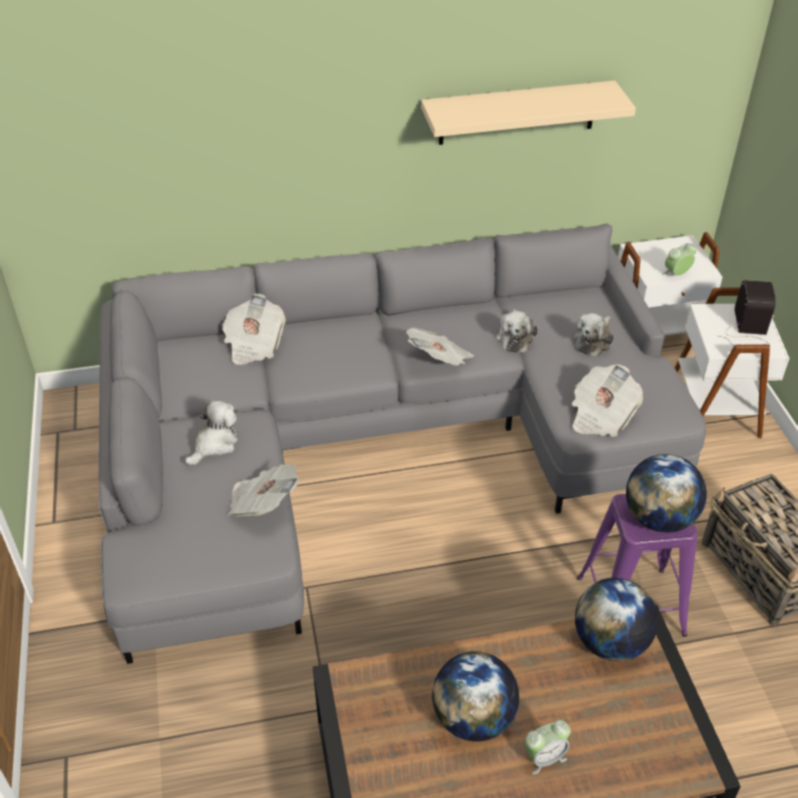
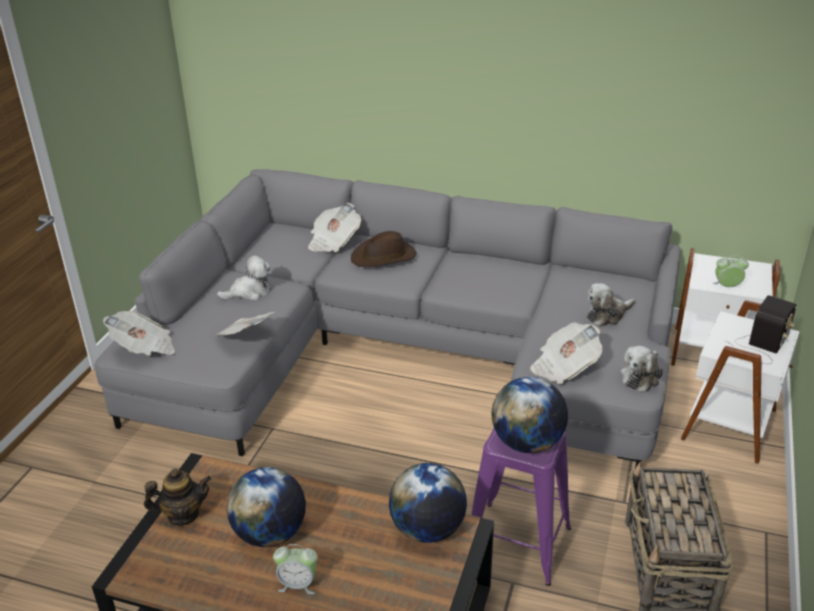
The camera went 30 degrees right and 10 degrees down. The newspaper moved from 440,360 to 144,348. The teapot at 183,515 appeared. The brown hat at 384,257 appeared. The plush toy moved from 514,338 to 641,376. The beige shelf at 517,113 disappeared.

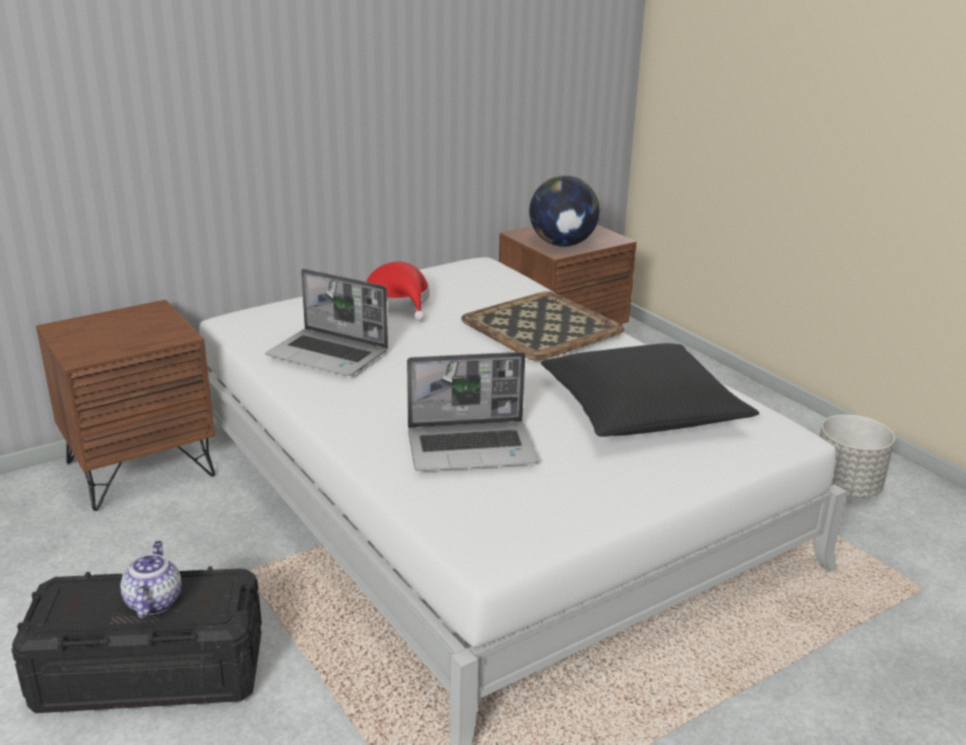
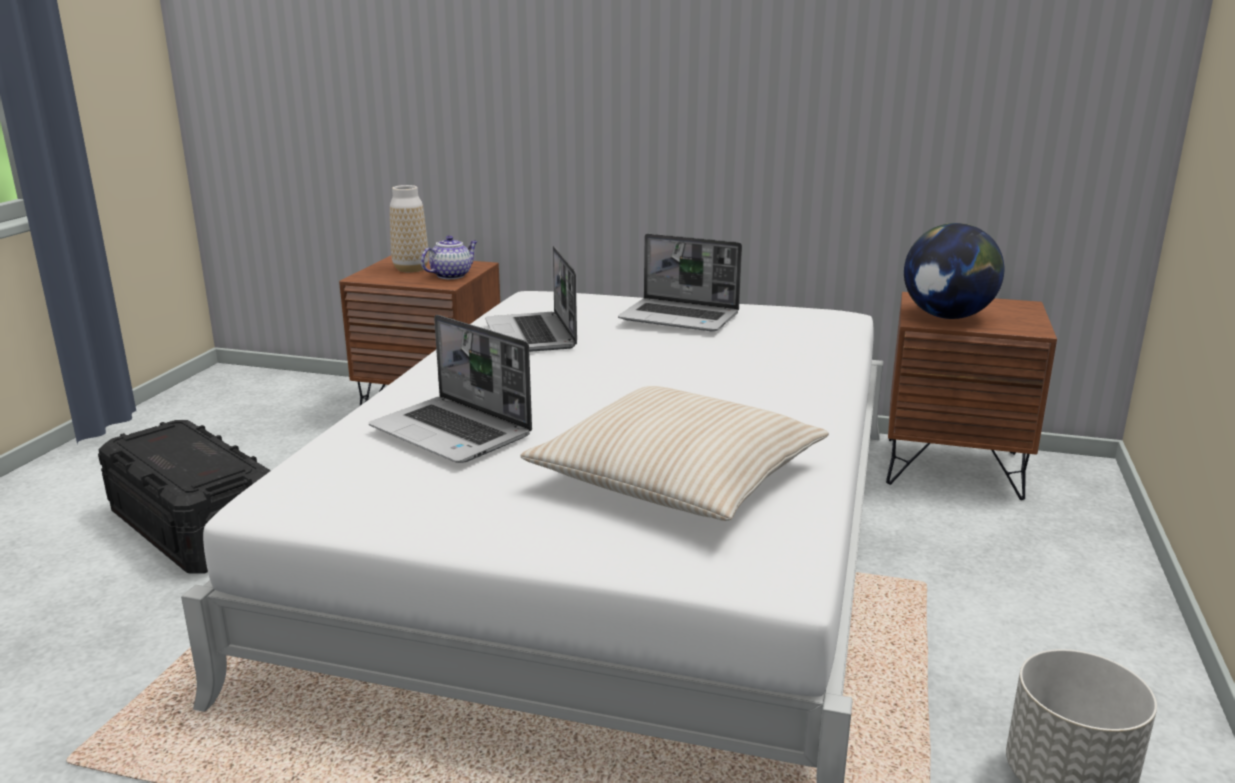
The camera went 50 degrees right and 5 degrees down. The vase at 411,269 appeared. The teapot moved from 153,601 to 451,275. The black pillow at 641,409 became the beige pillow at 677,477. The red hat at 399,300 was replaced by the laptop at 680,317. The tray at 542,325 disappeared.

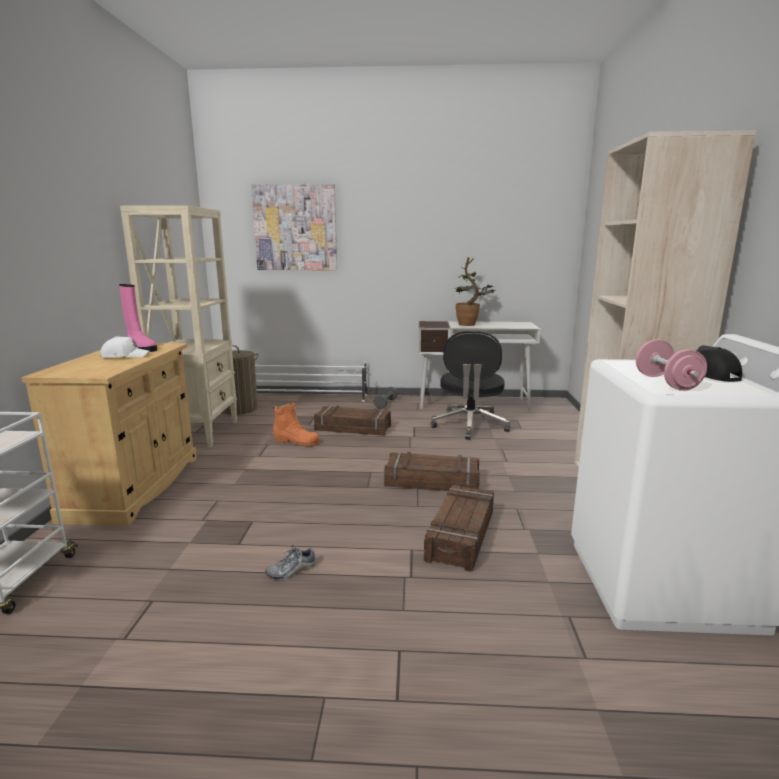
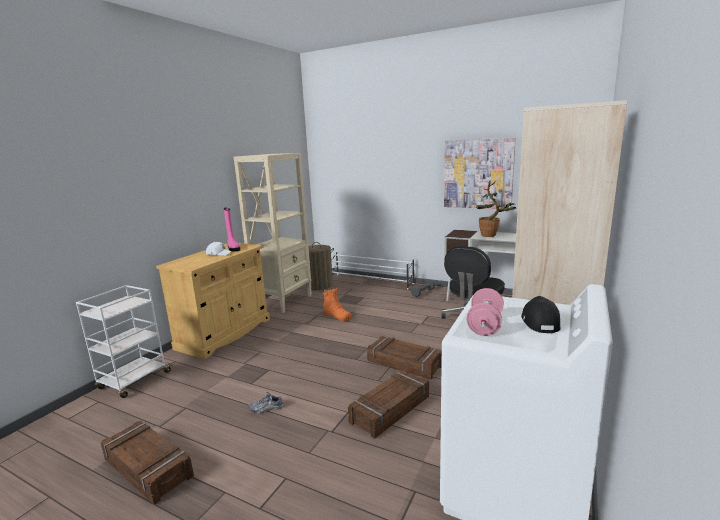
The camera went 25 degrees right and 0 degrees up. The crate moved from 353,428 to 147,468. The picture moved from 295,228 to 478,174.

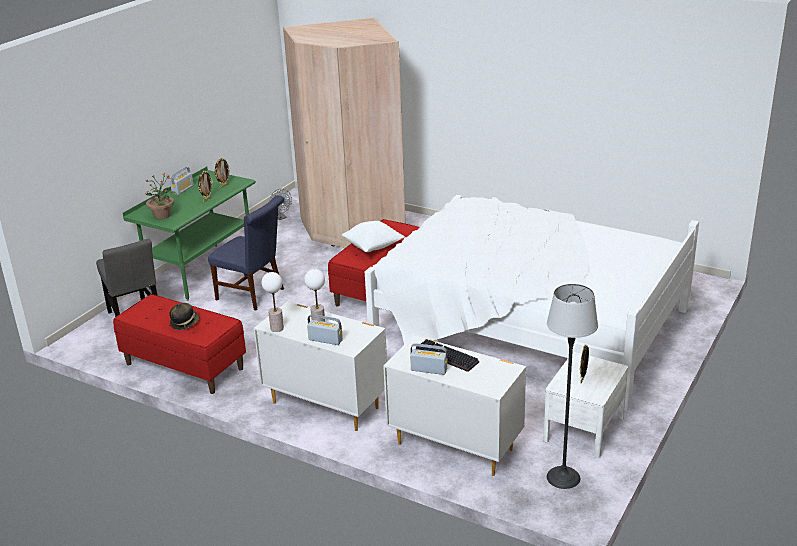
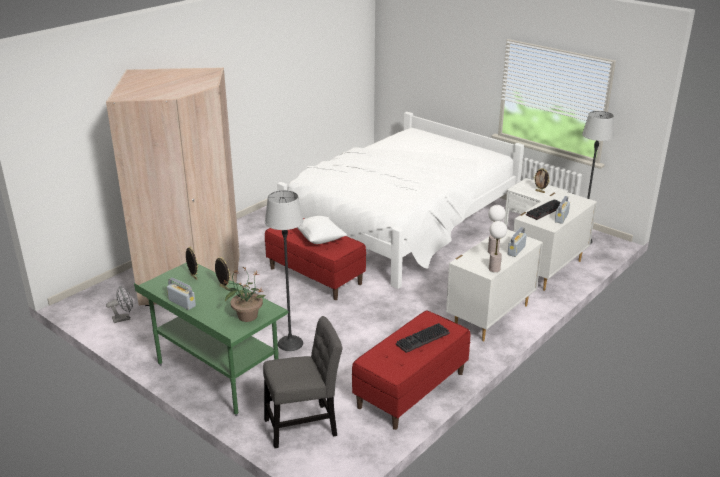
The camera went 80 degrees left and 0 degrees up. The blue chair at 254,294 was replaced by the floor lamp at 290,343. The hat at 185,323 was replaced by the keyboard at 422,340.

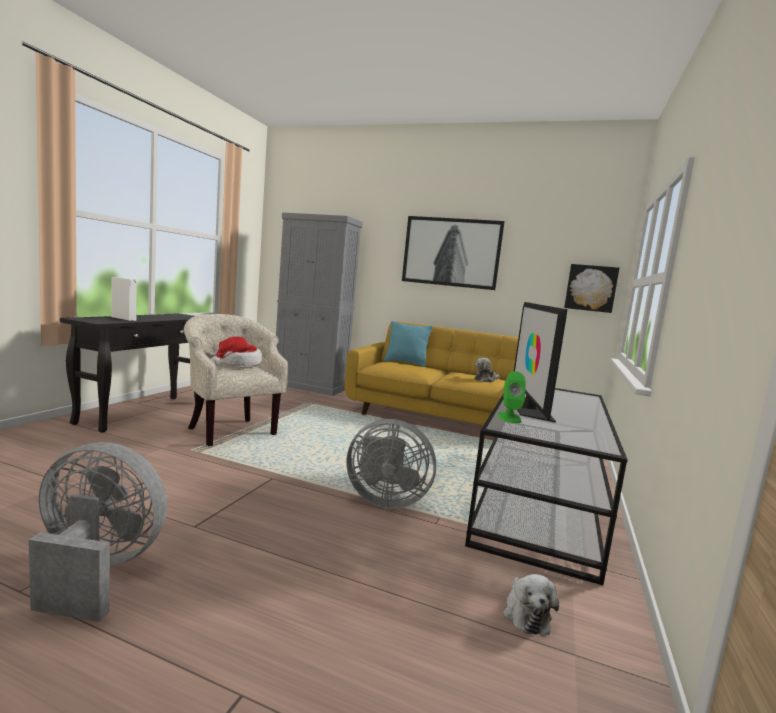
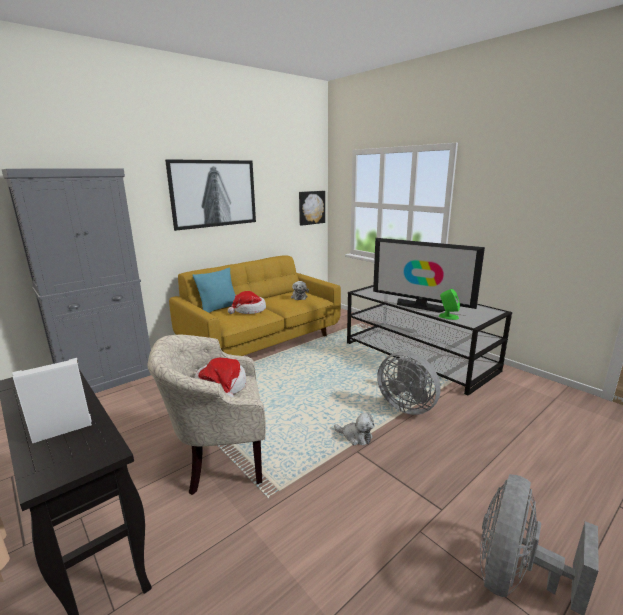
The camera went 60 degrees left and 10 degrees up. The hat at 249,310 appeared. The plush toy moved from 526,614 to 355,436. The grey fan at 385,500 turned 90 degrees clockwise.

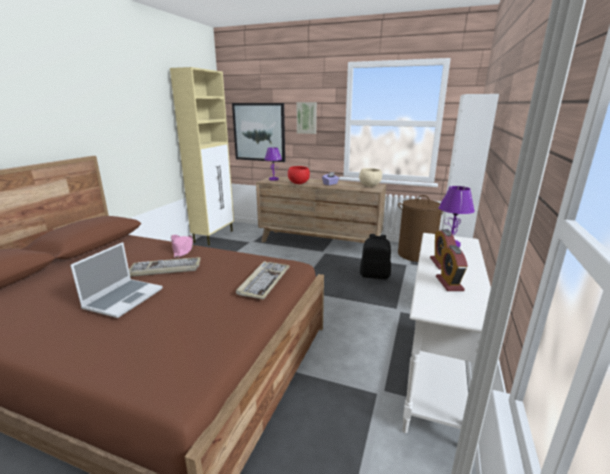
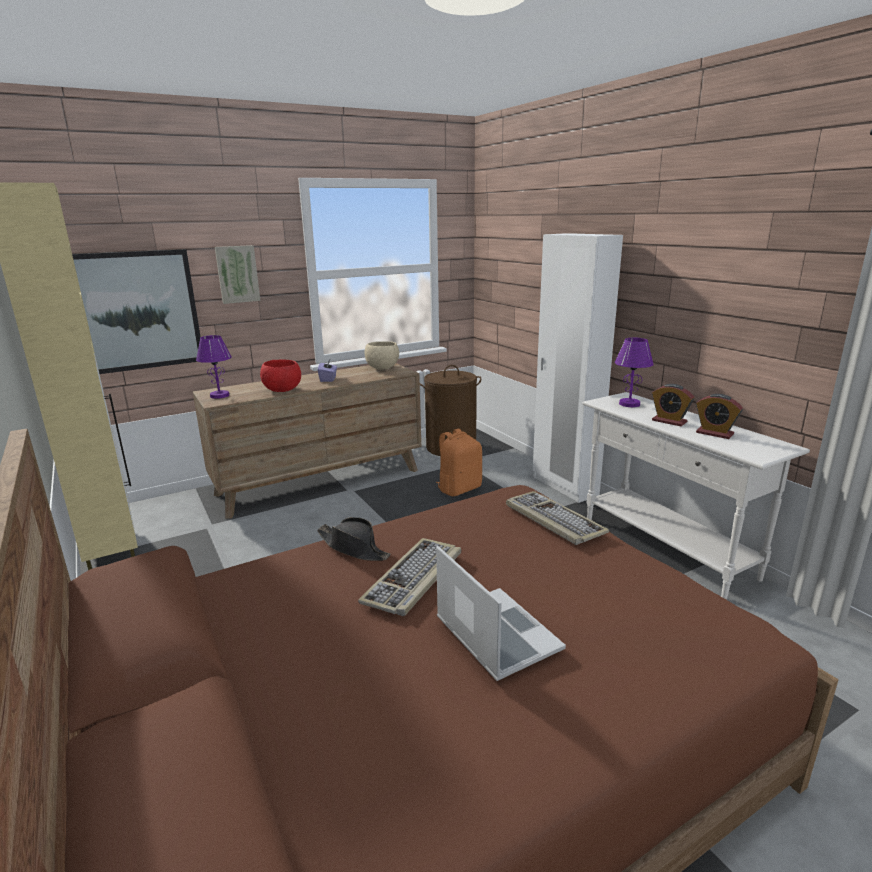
The camera went 50 degrees left and 0 degrees up. The pink hat at 183,250 became the black hat at 353,548. The black backpack at 375,275 became the orange backpack at 459,489.

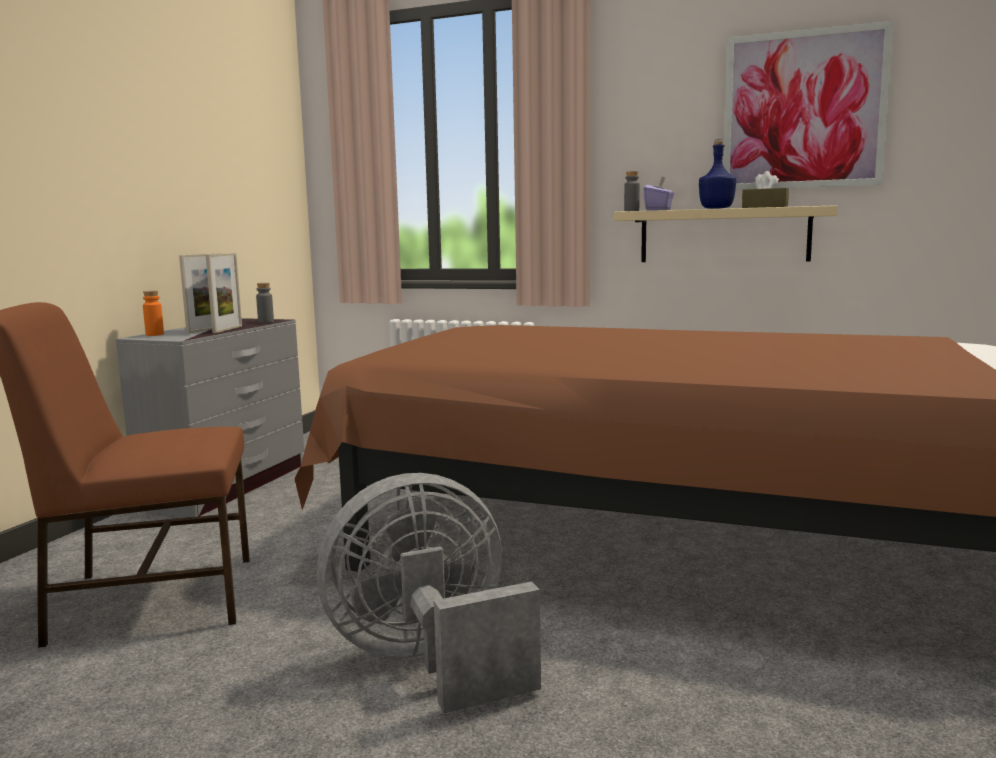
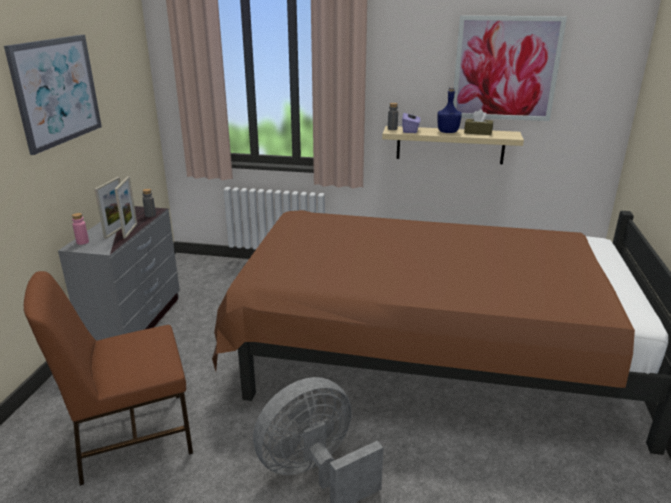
The camera went 10 degrees left and 15 degrees up. The picture at 57,91 appeared. The orange bottle at 155,334 became the pink bottle at 82,242.

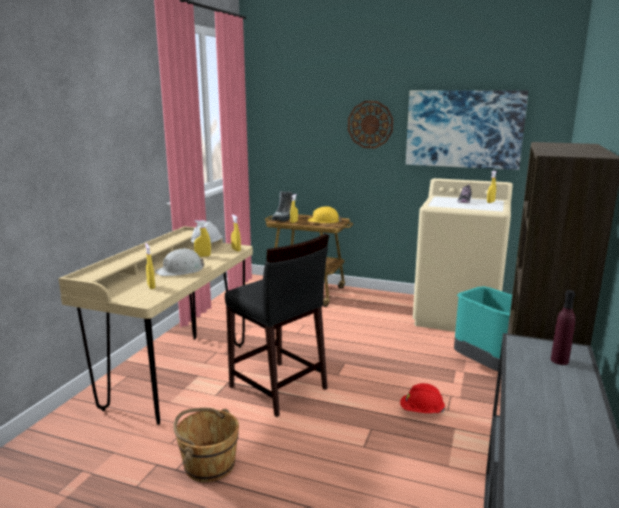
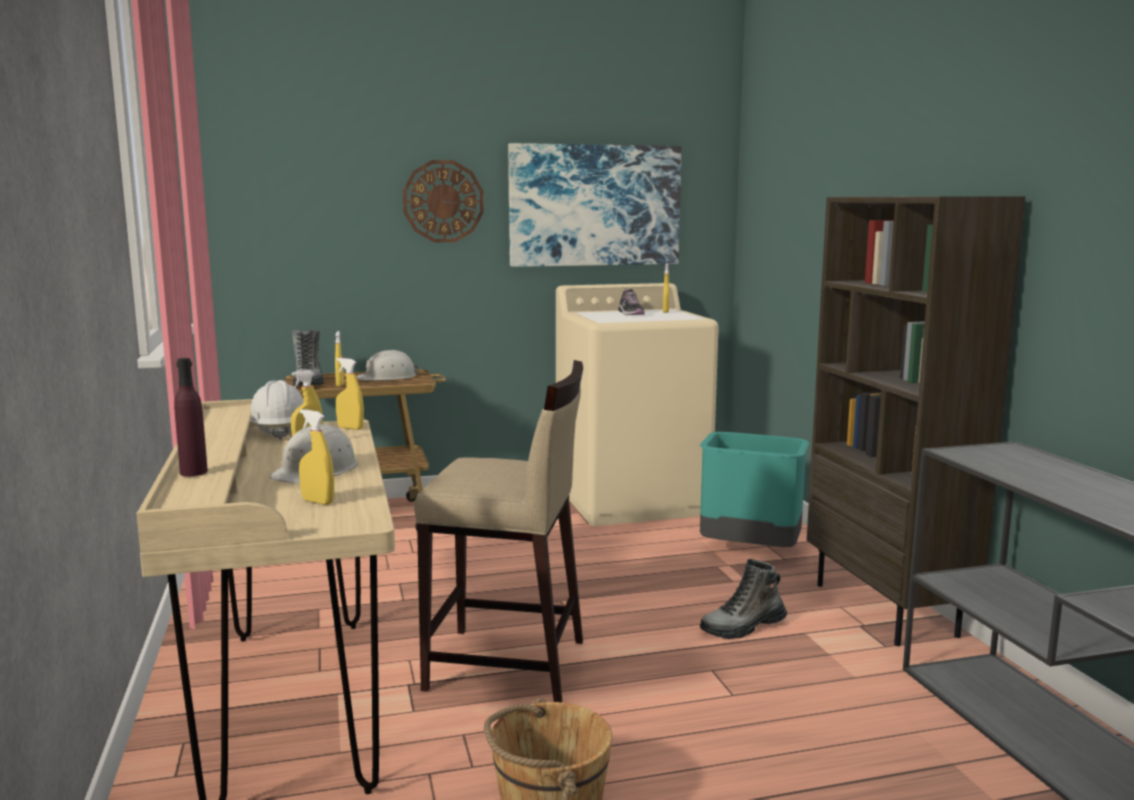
The camera went 35 degrees left and 5 degrees down. The purple bottle moved from 559,360 to 193,472. The yellow hard hat at 324,221 became the white hard hat at 388,377. The black stool at 278,388 became the beige stool at 507,665. The red hard hat at 421,411 was replaced by the boot at 743,627.

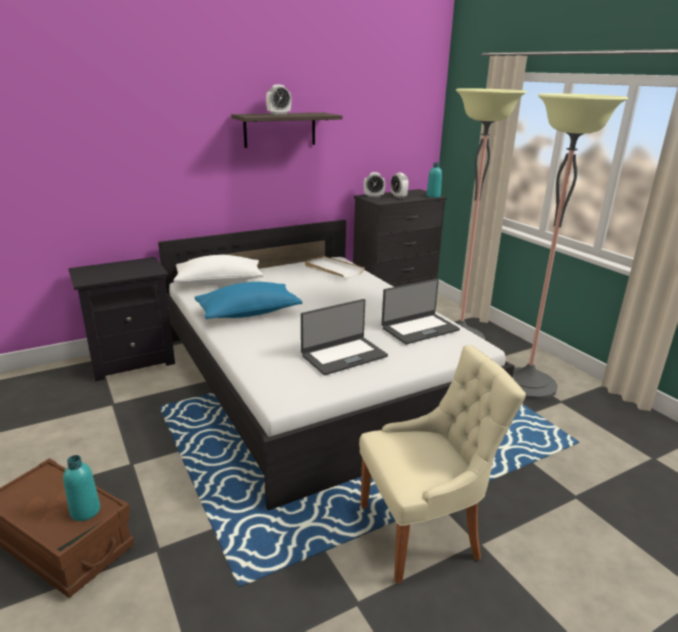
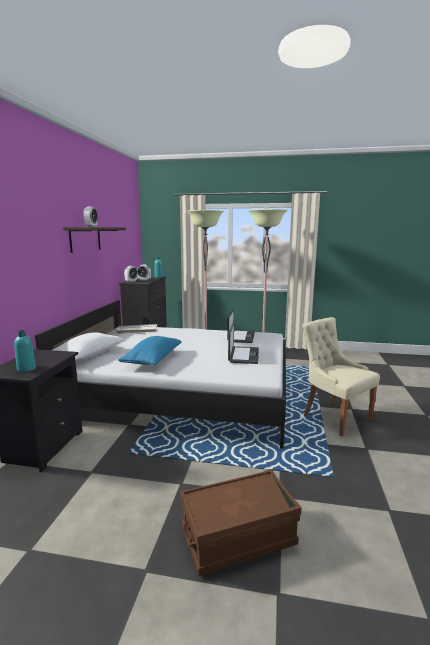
The camera went 50 degrees left and 10 degrees down. The turquoise bottle moved from 85,511 to 26,369. The beige chair at 423,531 turned 60 degrees counterclockwise.

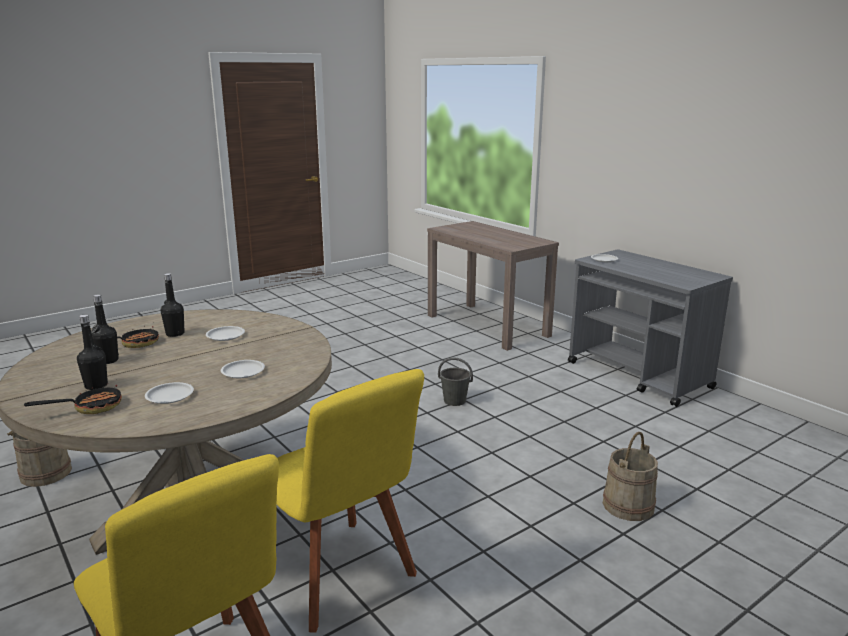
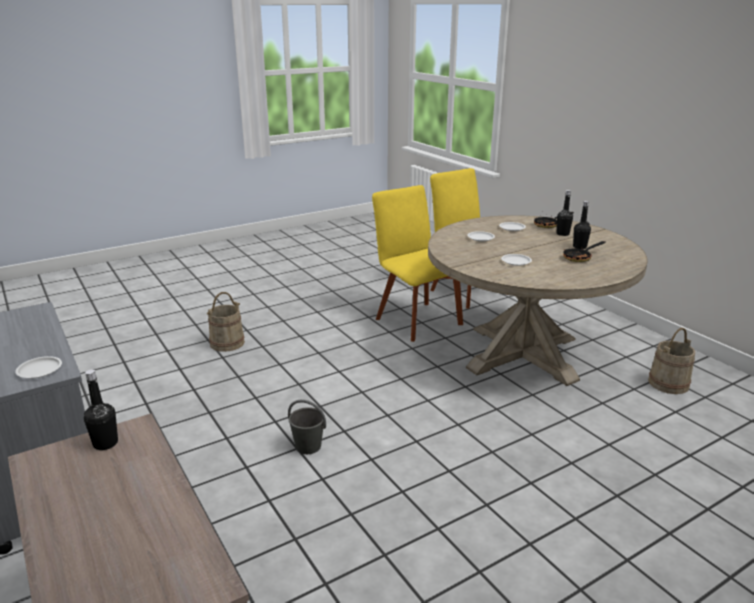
The camera went 175 degrees left and 5 degrees up. The black bottle moved from 175,334 to 105,443.

